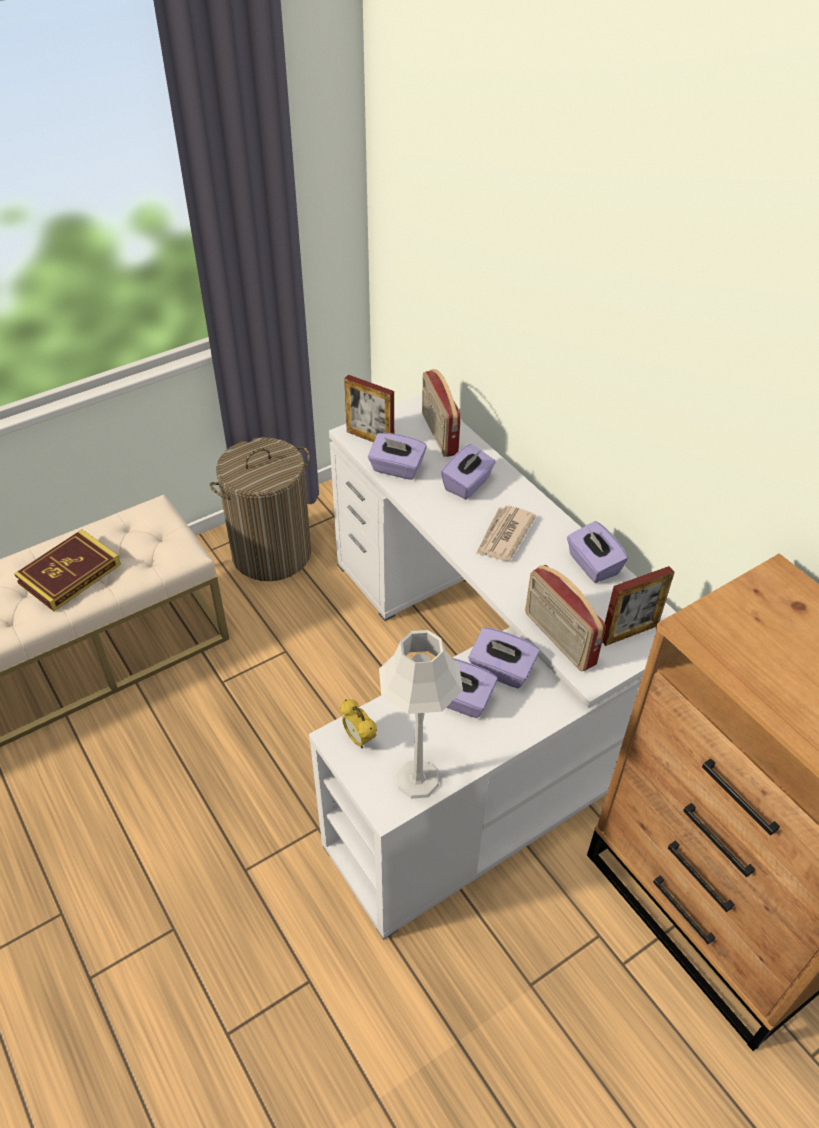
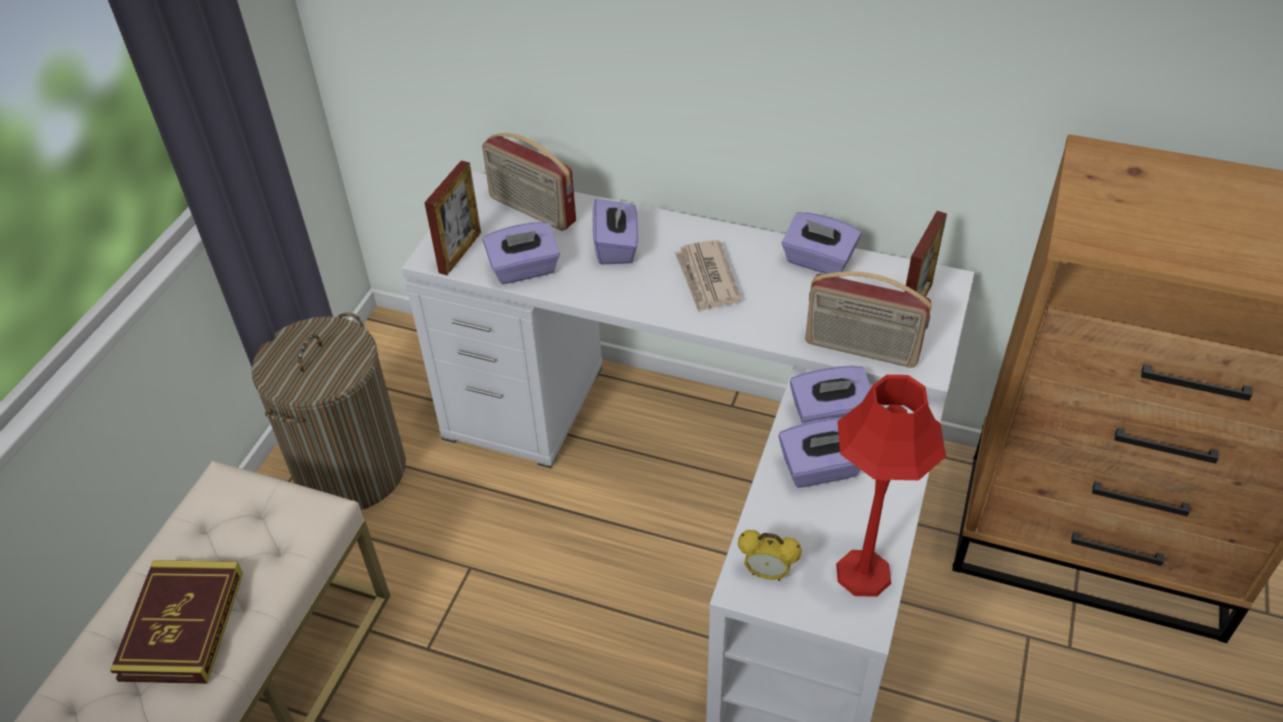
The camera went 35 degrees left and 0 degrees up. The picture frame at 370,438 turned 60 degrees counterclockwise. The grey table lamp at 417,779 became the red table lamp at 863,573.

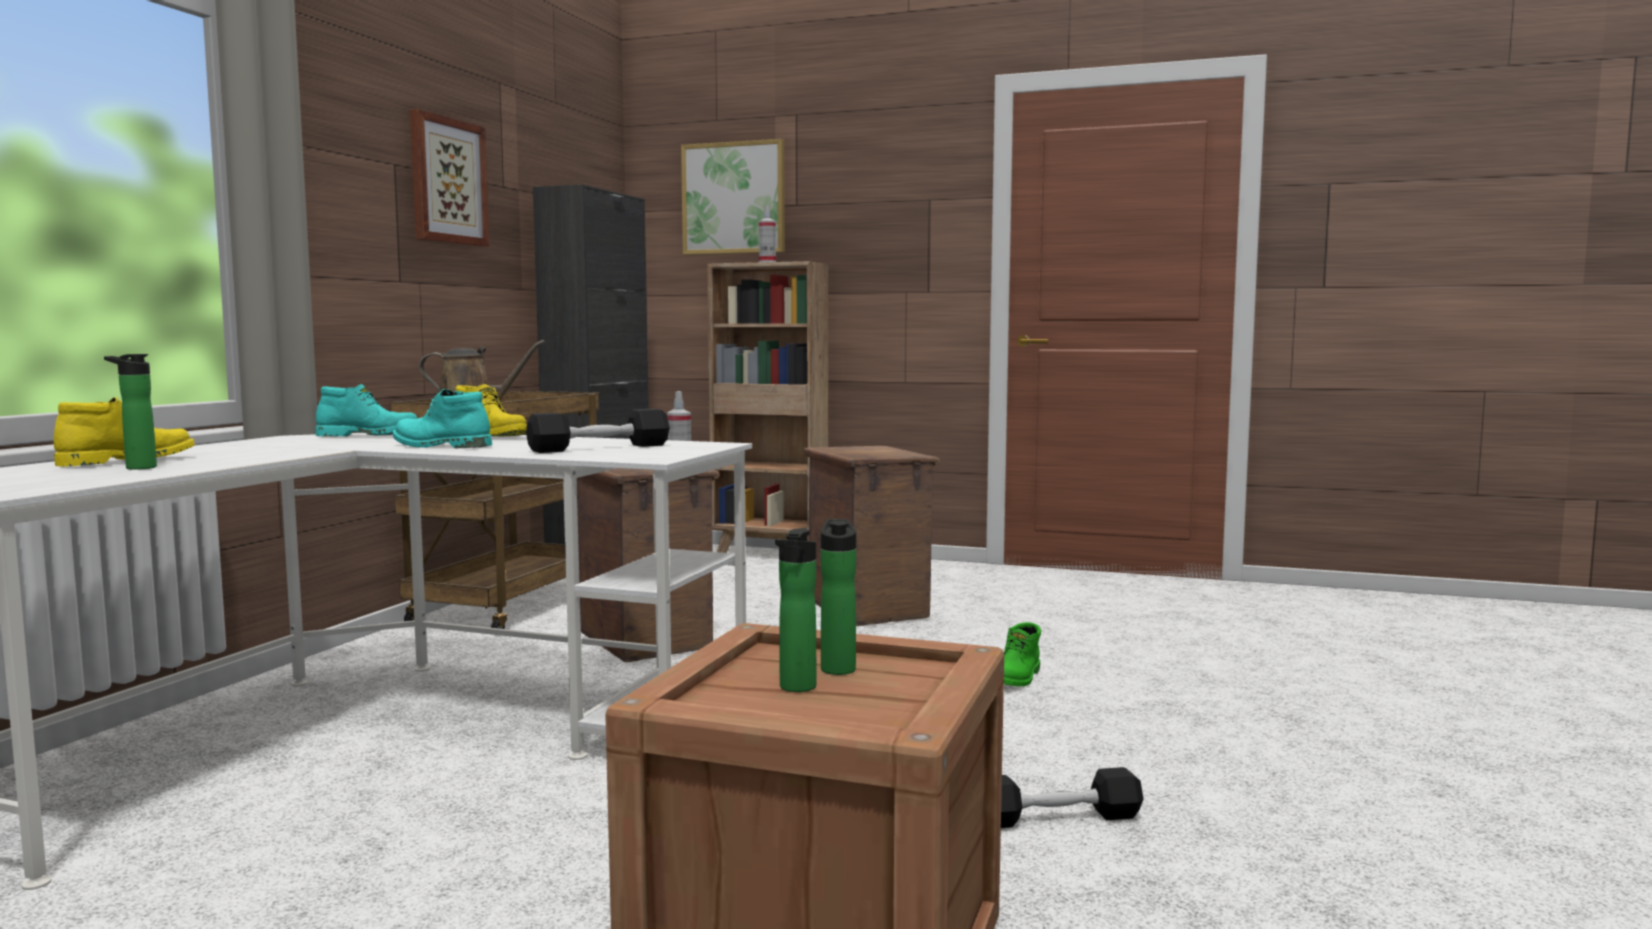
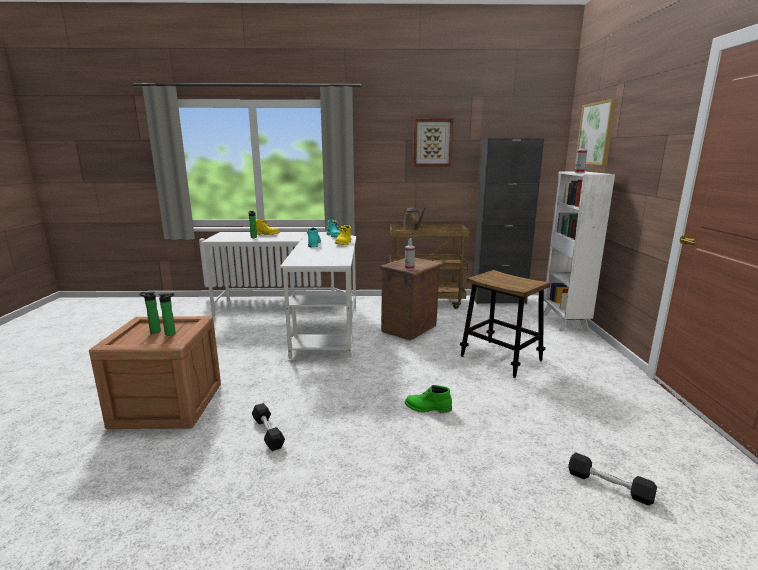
The camera went 70 degrees right and 10 degrees up. The crate at 867,609 was replaced by the stool at 500,358. The brown bookcase at 770,555 became the white bookcase at 564,322. The black dumbbell moved from 599,448 to 609,486.

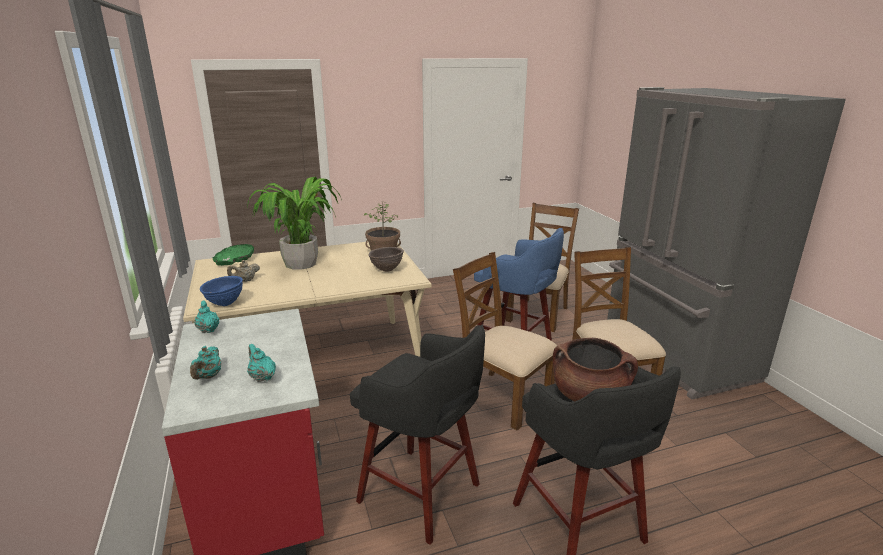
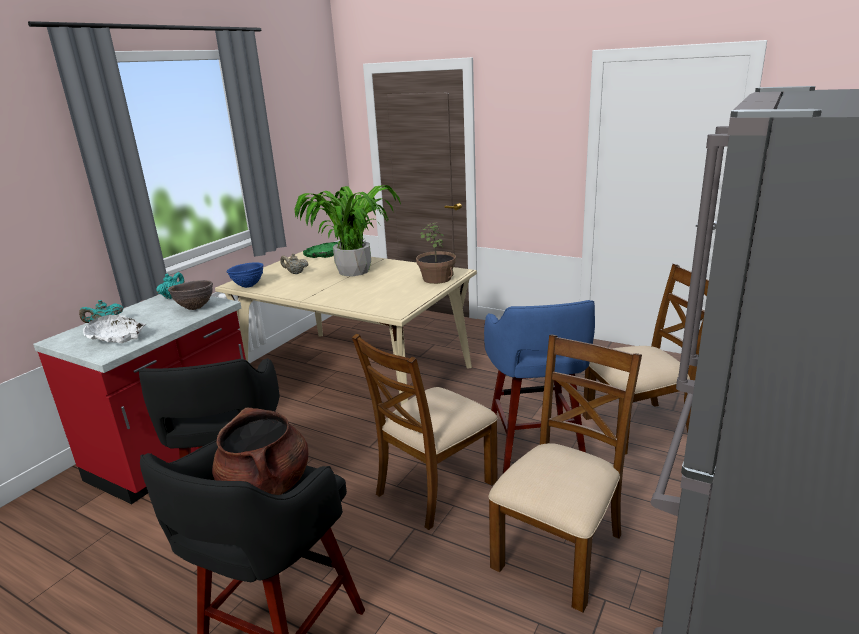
The camera went 50 degrees right and 0 degrees up. The turquoise teapot at 262,377 was replaced by the white bowl at 117,338. The brown bowl moved from 386,270 to 195,308. The brown chair at 502,398 turned 135 degrees counterclockwise.

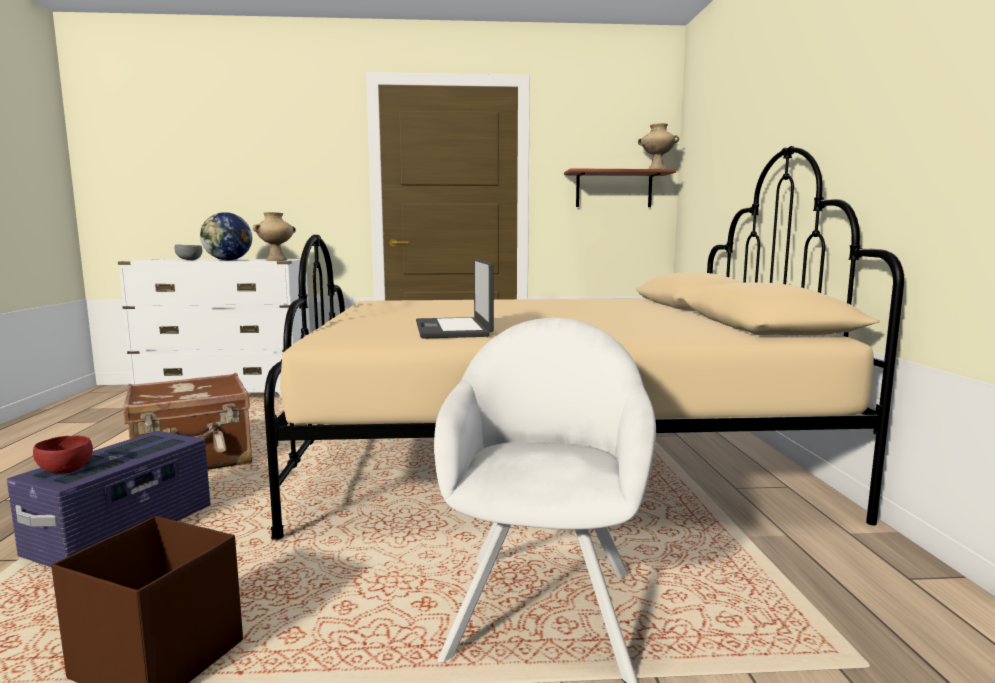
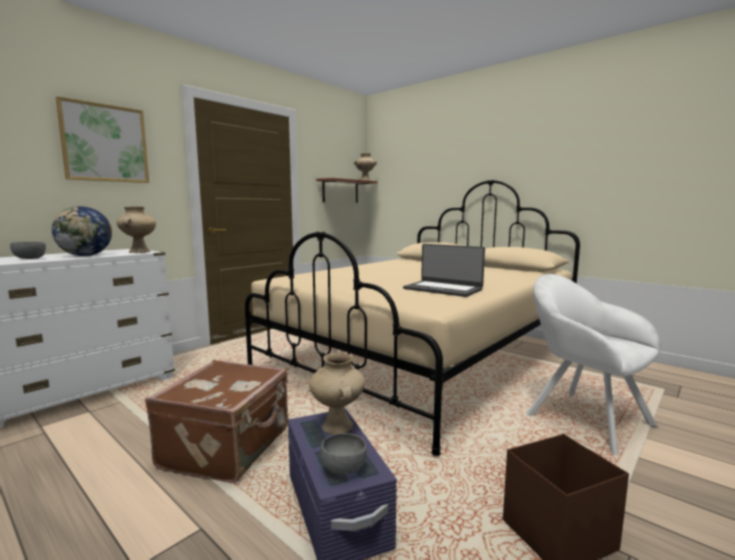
The camera went 45 degrees left and 0 degrees up. The picture at 105,143 appeared. The beige vase at 338,426 appeared. The red bowl at 66,470 became the grey bowl at 343,469.

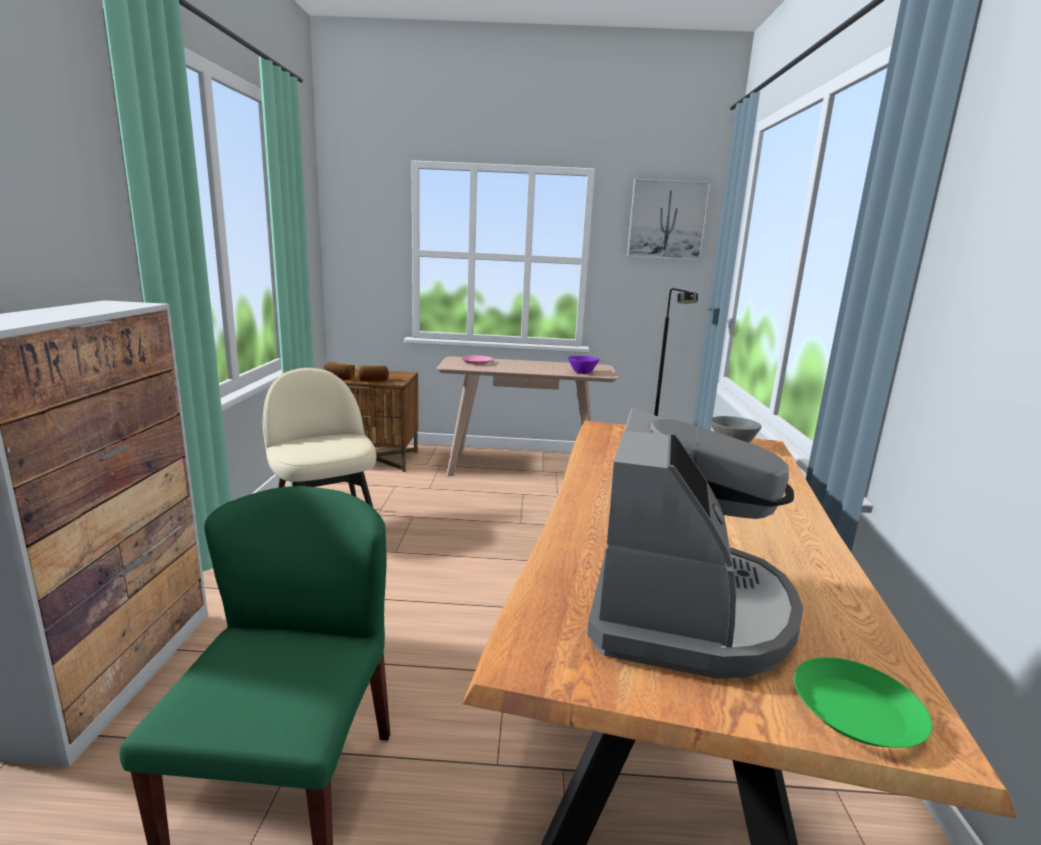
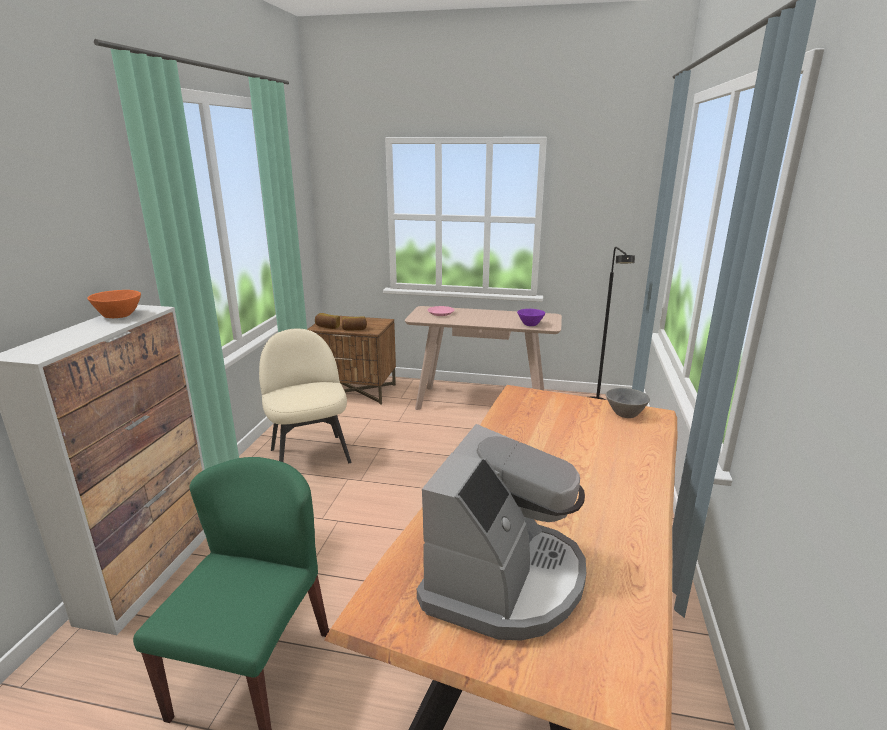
The camera went 10 degrees right and 5 degrees up. The orange bowl at 119,316 appeared. The picture at 667,220 disappeared. The green plate at 856,712 disappeared.

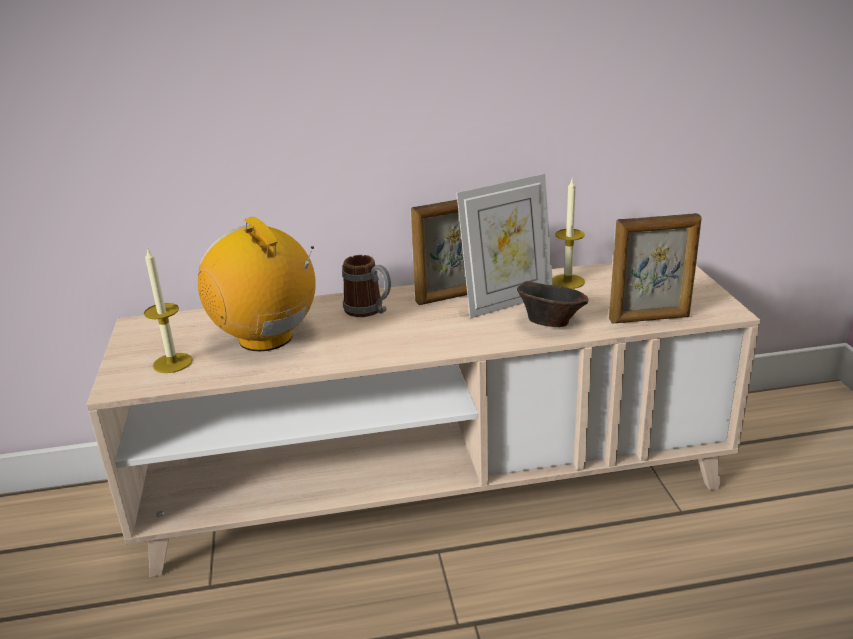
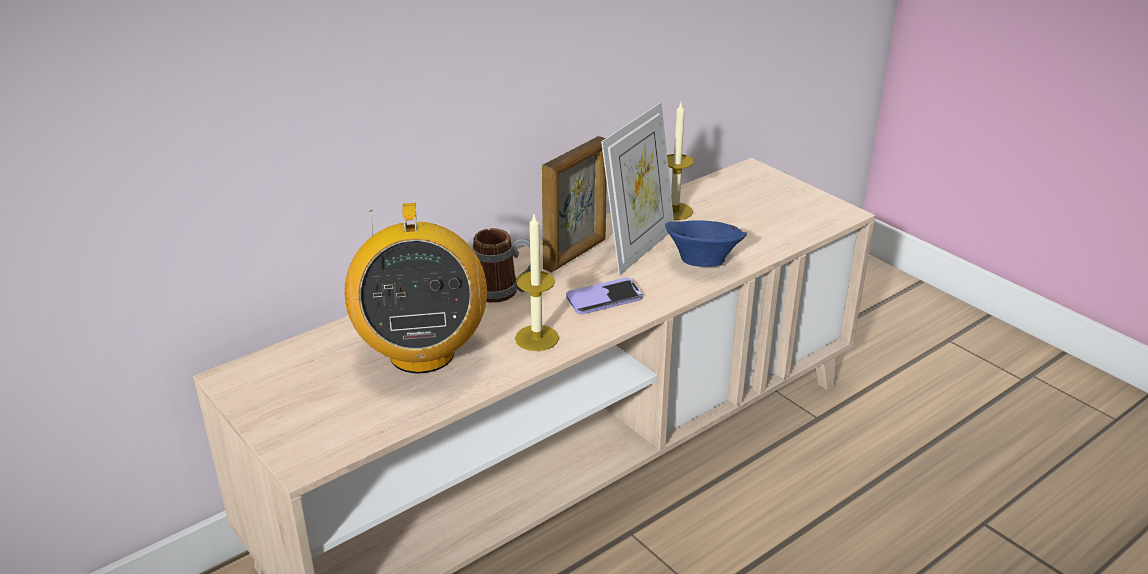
The camera went 30 degrees left and 5 degrees up. The radio at 266,338 turned 120 degrees counterclockwise. The candle moved from 172,363 to 537,338. The phone at 604,298 appeared. The brown bowl at 550,323 became the blue bowl at 701,262. The picture frame at 650,319 disappeared.

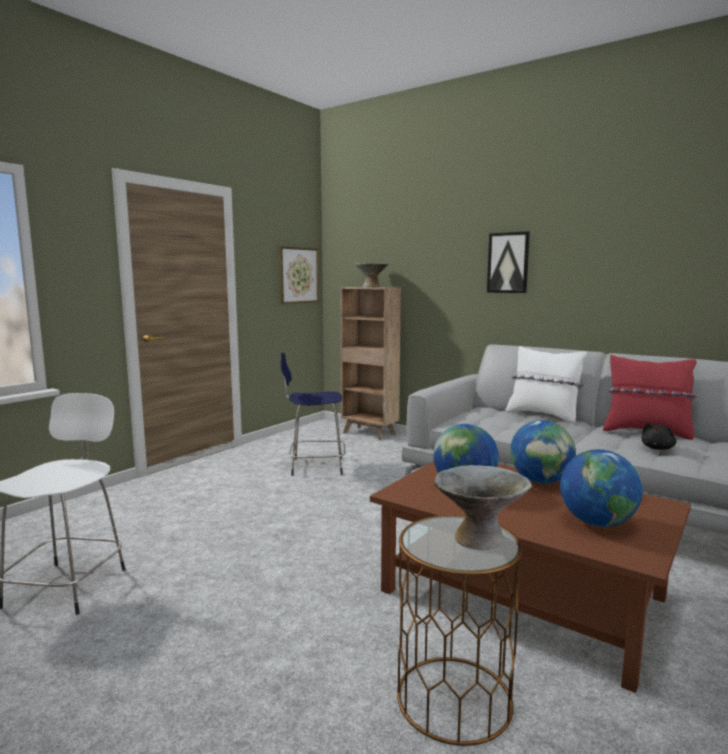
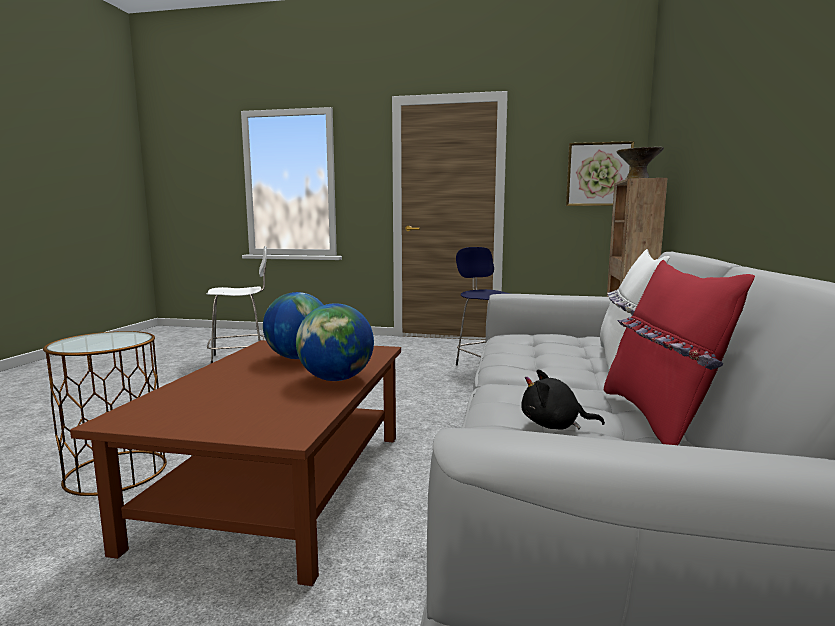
The camera went 65 degrees right and 0 degrees up. The grey bowl at 479,538 disappeared. The picture at 508,262 disappeared. The globe at 597,523 disappeared.

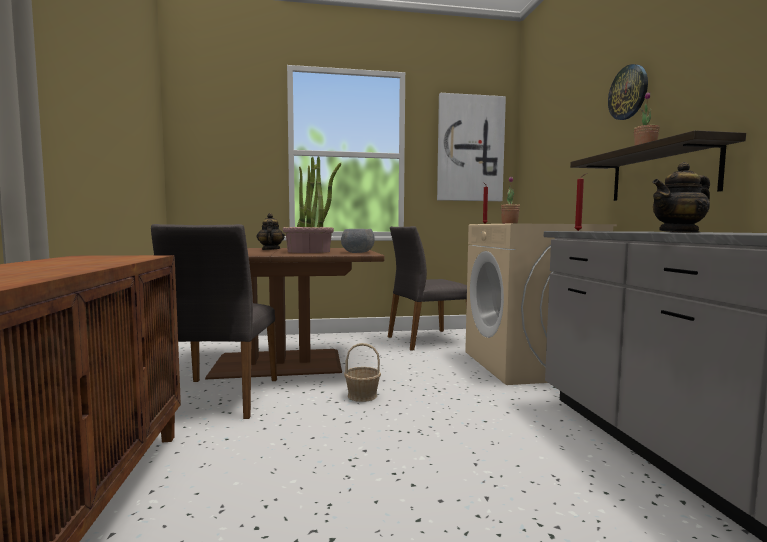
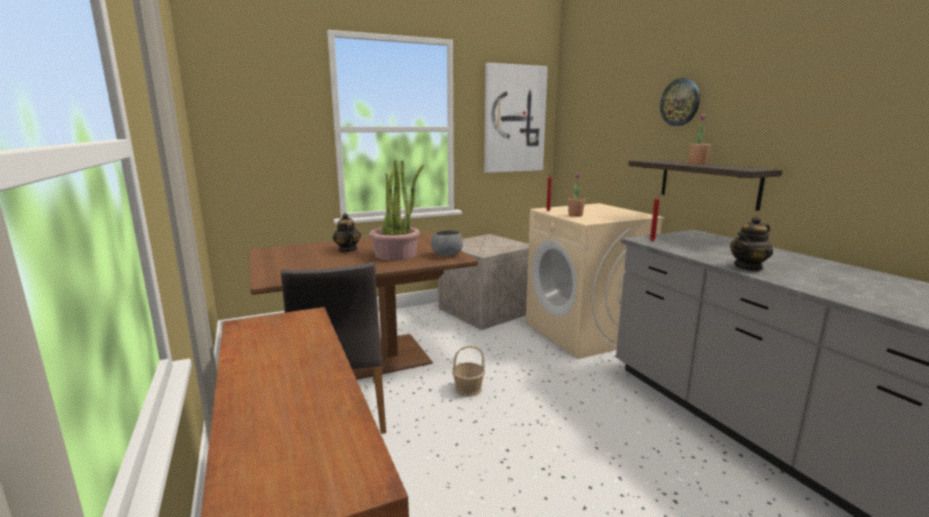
The camera went 15 degrees left and 10 degrees up. The grey chair at 427,340 was replaced by the crate at 484,310.

